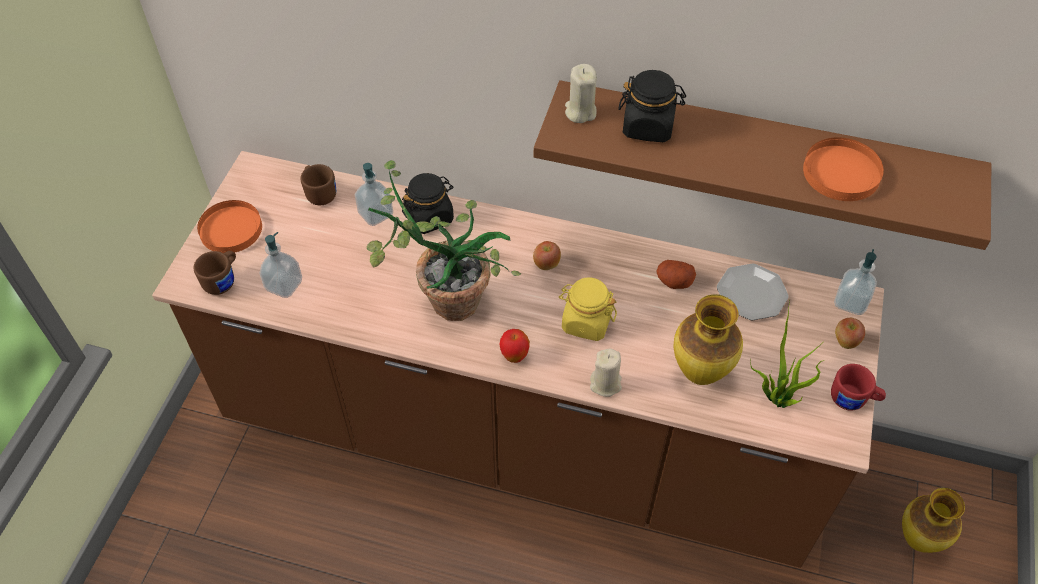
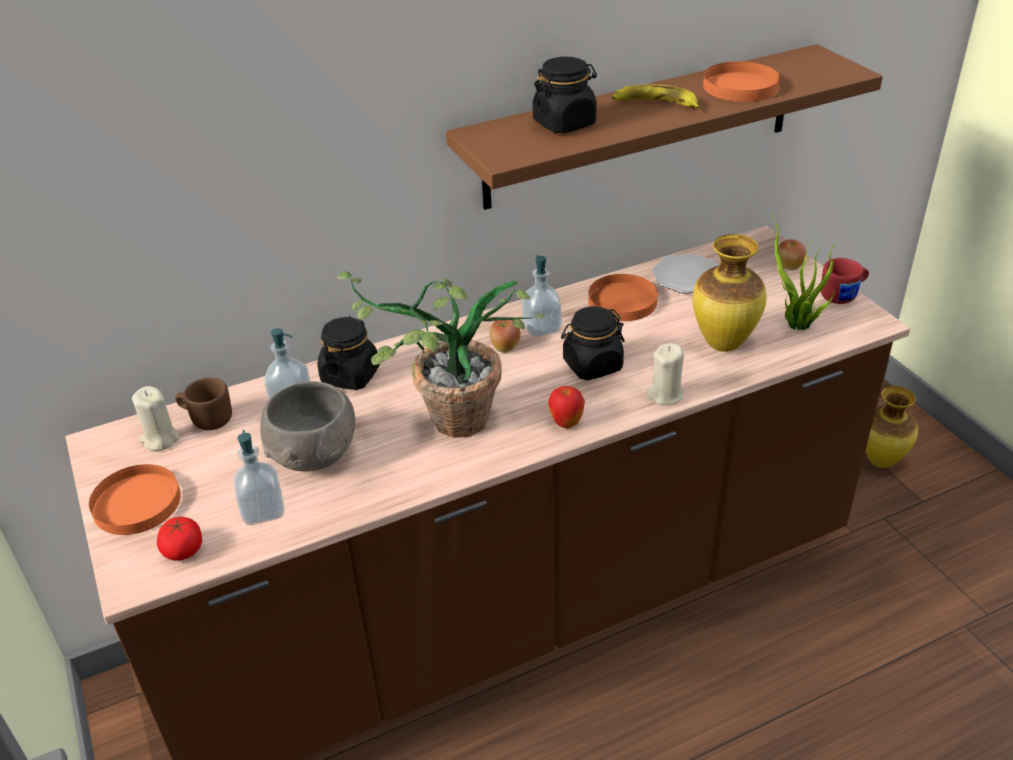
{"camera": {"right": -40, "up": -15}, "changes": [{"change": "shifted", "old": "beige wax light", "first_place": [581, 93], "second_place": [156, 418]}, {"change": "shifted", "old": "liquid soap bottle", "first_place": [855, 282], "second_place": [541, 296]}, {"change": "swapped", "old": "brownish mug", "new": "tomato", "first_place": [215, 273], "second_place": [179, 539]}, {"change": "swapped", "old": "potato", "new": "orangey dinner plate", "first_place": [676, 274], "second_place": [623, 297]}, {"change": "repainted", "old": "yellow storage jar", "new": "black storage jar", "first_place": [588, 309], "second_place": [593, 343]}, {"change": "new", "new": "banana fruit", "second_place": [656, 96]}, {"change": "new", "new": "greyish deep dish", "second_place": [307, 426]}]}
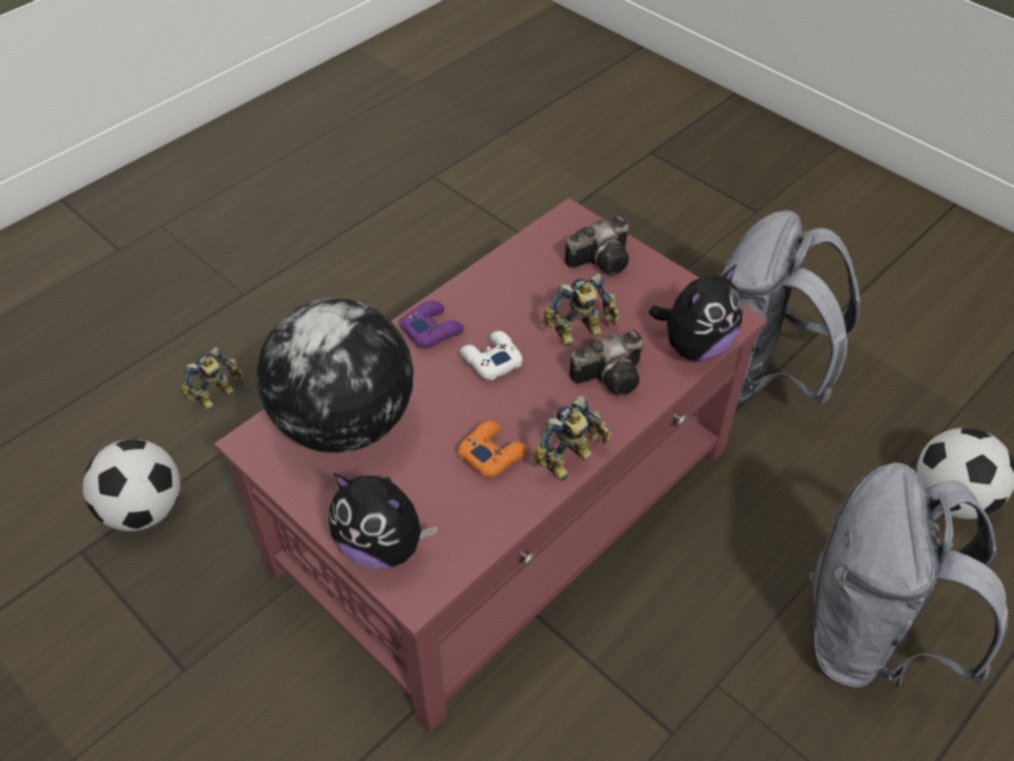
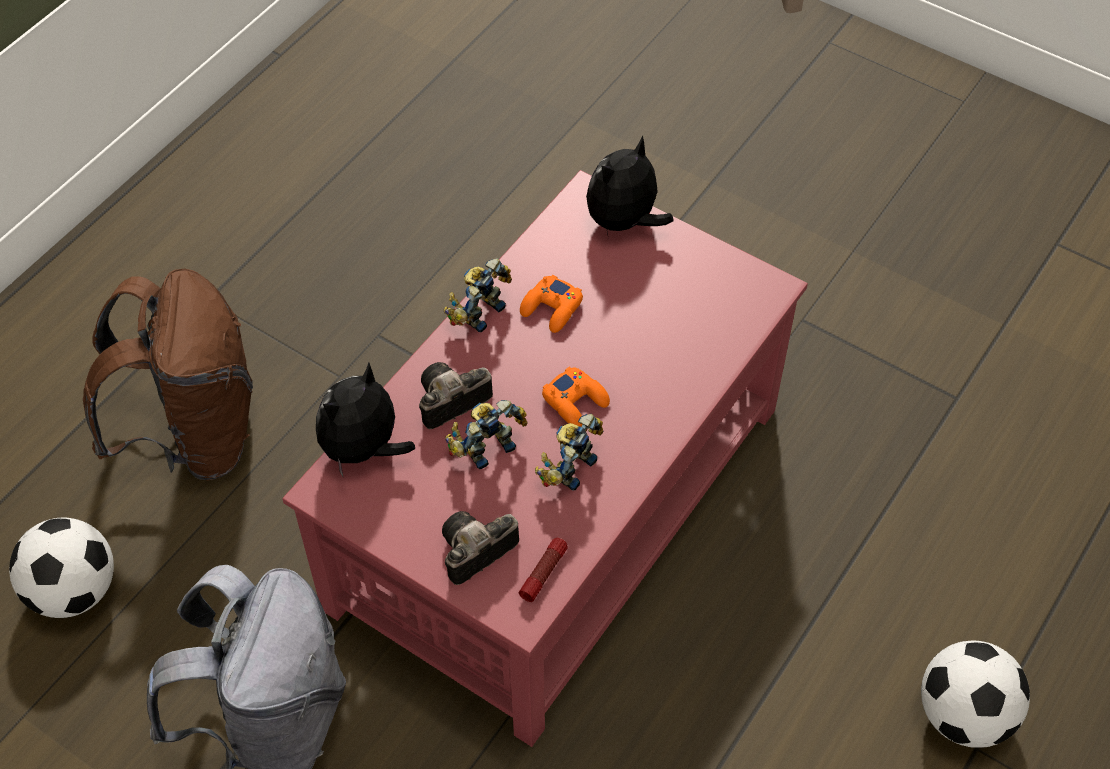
{"camera": {"right": 170, "up": 5}, "changes": [{"change": "gone", "old": "world globe", "first_place": [335, 375]}, {"change": "gone", "old": "purple-coloured gamepad", "first_place": [432, 324]}, {"change": "repainted", "old": "whitish gamepad", "new": "orangey gamepad", "first_place": [491, 355], "second_place": [576, 397]}, {"change": "shifted", "old": "model robot", "first_place": [213, 379], "second_place": [569, 452]}, {"change": "shifted", "old": "football ball", "first_place": [131, 485], "second_place": [975, 694]}, {"change": "repainted", "old": "greyish knapsack", "new": "brownish knapsack", "first_place": [908, 576], "second_place": [168, 375]}, {"change": "rotated", "old": "soft toy", "first_place": [383, 521], "second_place": [630, 187], "degrees": -60}, {"change": "new", "new": "hand torch", "second_place": [543, 570]}]}
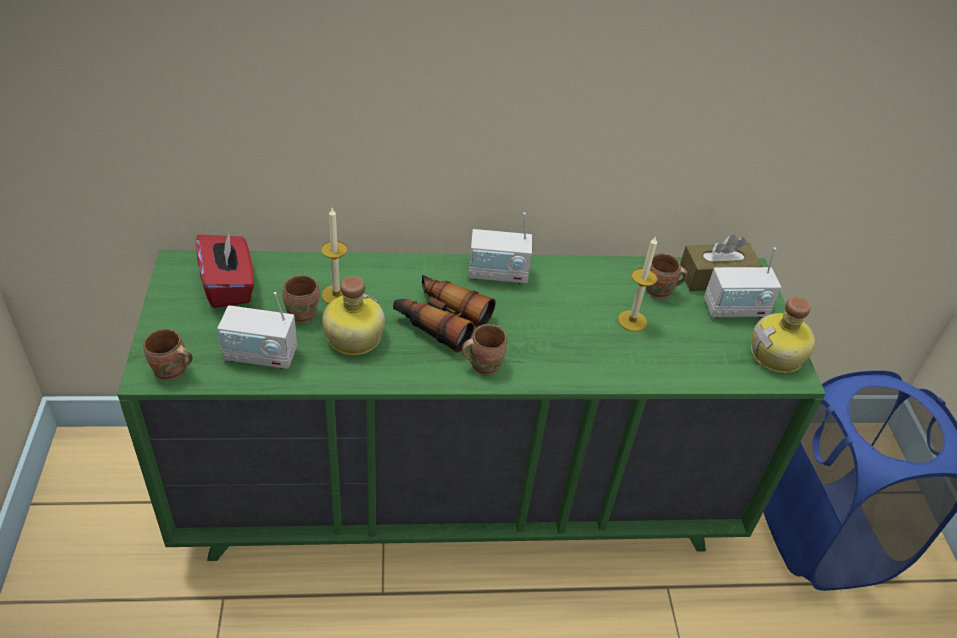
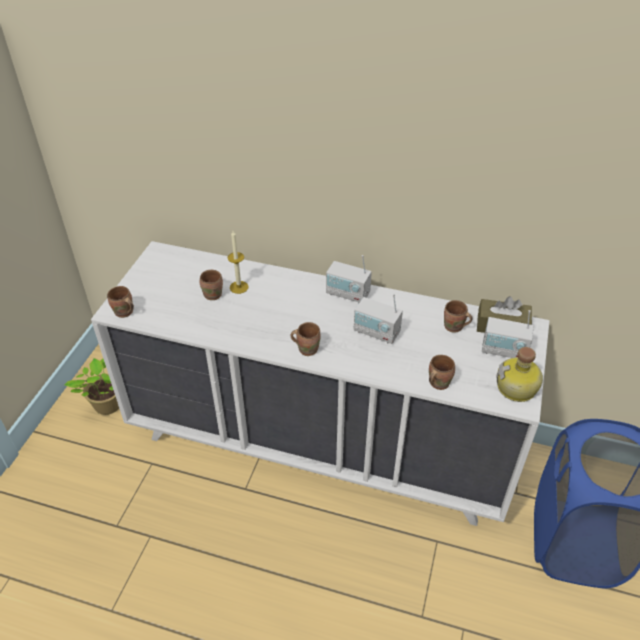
{"camera": {"right": 25, "up": 0}, "changes": [{"change": "gone", "old": "red tissue holder", "first_place": [225, 269]}, {"change": "gone", "old": "wax light", "first_place": [638, 283]}, {"change": "repainted", "old": "greenish drawer chest", "new": "whitish drawer chest", "first_place": [472, 405], "second_place": [320, 383]}, {"change": "gone", "old": "pair of binoculars", "first_place": [444, 314]}, {"change": "gone", "old": "drink bottle", "first_place": [353, 316]}, {"change": "shifted", "old": "radio", "first_place": [257, 330], "second_place": [378, 319]}, {"change": "new", "new": "brownish mug", "second_place": [442, 372]}, {"change": "new", "new": "plant in a pot", "second_place": [91, 386]}]}
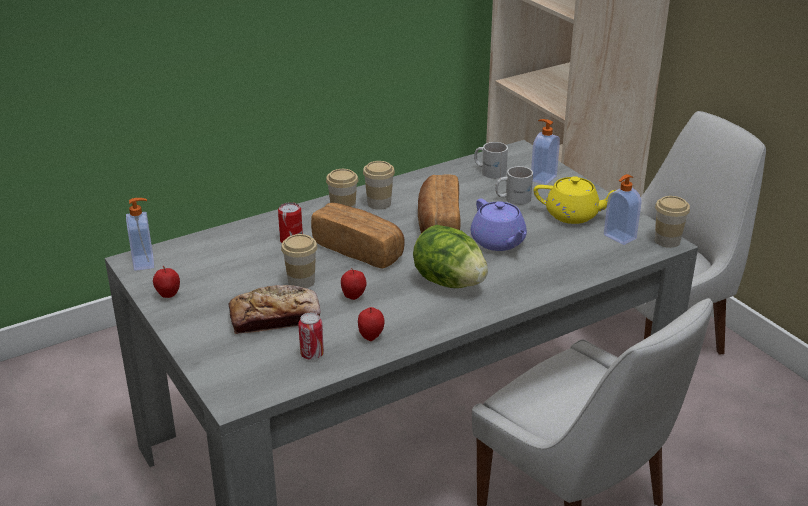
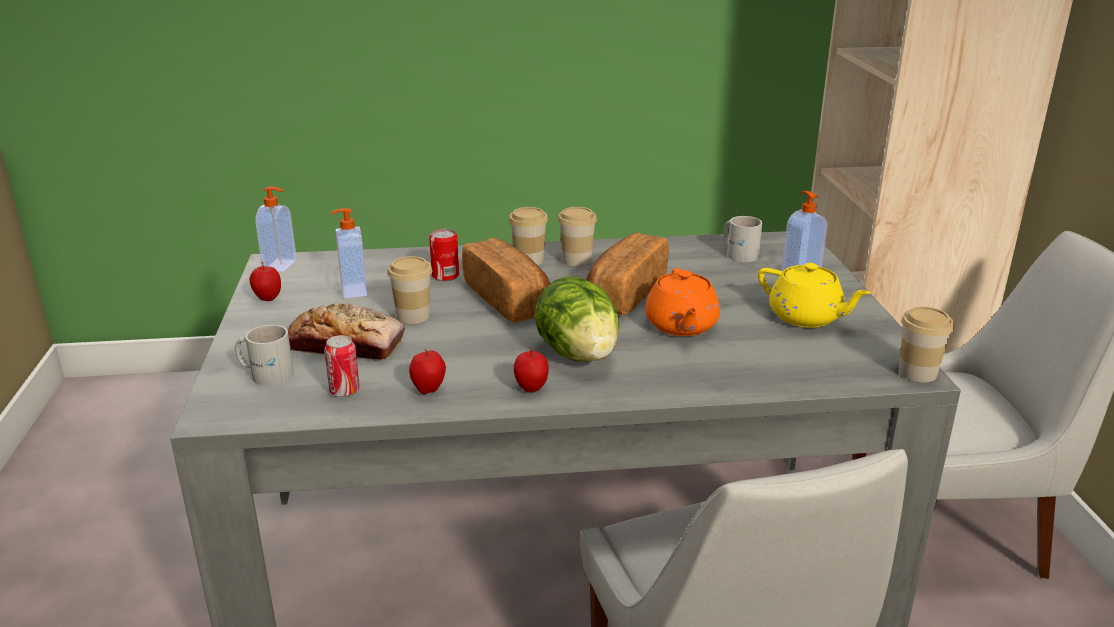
{"camera": {"right": 25, "up": -5}, "changes": [{"change": "shifted", "old": "whitish mug", "first_place": [514, 185], "second_place": [264, 355]}, {"change": "shifted", "old": "liquid soap bottle", "first_place": [623, 209], "second_place": [349, 253]}, {"change": "repainted", "old": "purple-coloured pot for tea", "new": "orangey pot for tea", "first_place": [499, 225], "second_place": [682, 302]}, {"change": "shifted", "old": "apple fruit", "first_place": [354, 284], "second_place": [531, 370]}]}
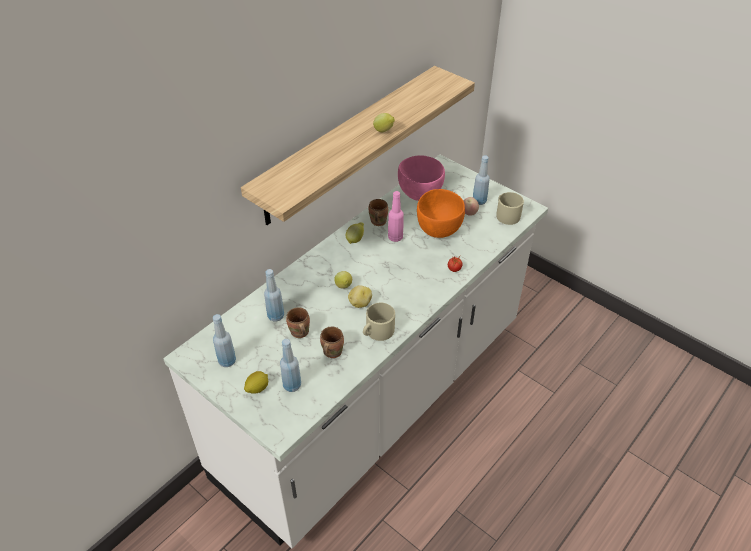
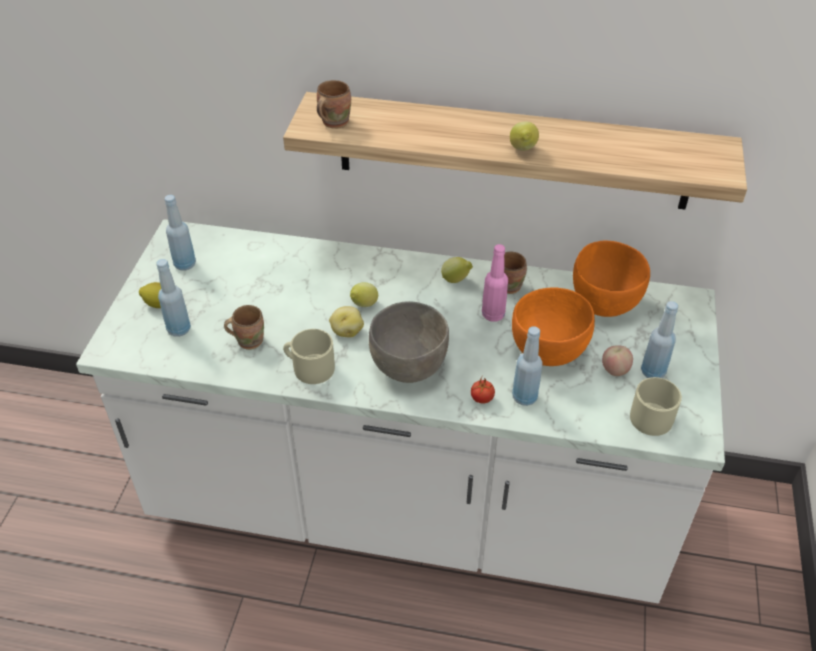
{"camera": {"right": 60, "up": 0}, "changes": [{"change": "repainted", "old": "pinkish deep dish", "new": "orangey deep dish", "first_place": [421, 178], "second_place": [611, 279]}, {"change": "shifted", "old": "bluish drink bottle", "first_place": [274, 295], "second_place": [527, 366]}, {"change": "shifted", "old": "brownish mug", "first_place": [298, 323], "second_place": [334, 104]}, {"change": "new", "new": "greyish deep dish", "second_place": [409, 342]}]}
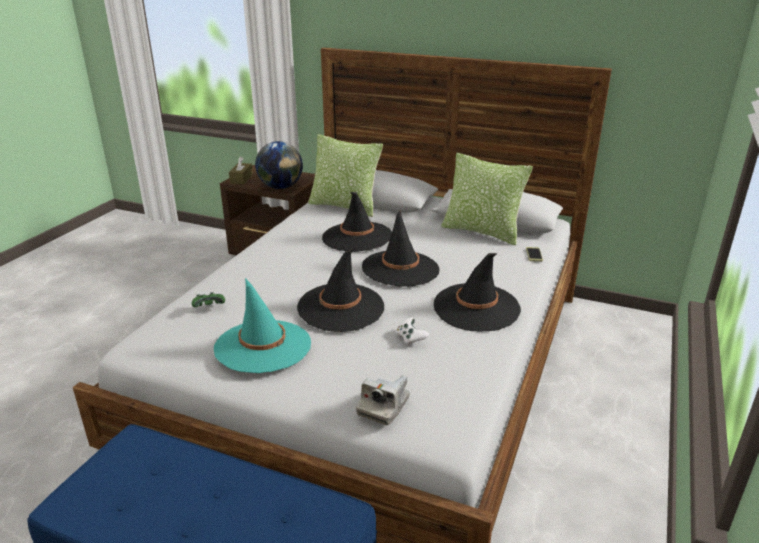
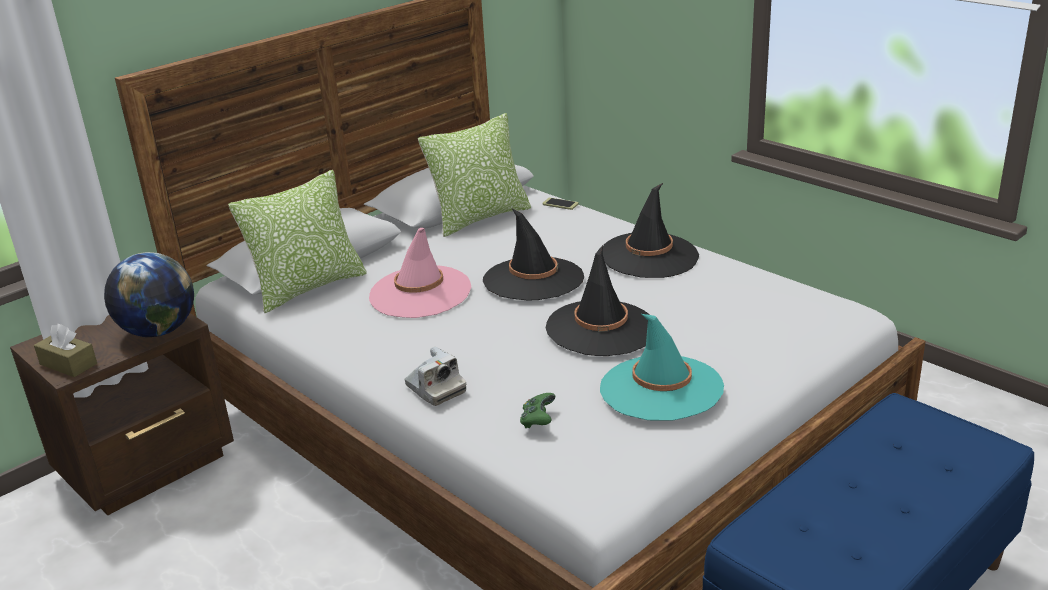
{"camera": {"right": -65, "up": 0}, "changes": [{"change": "repainted", "old": "black clothing hat", "new": "pinkish clothing hat", "first_place": [357, 222], "second_place": [420, 273]}, {"change": "gone", "old": "whitish gamepad", "first_place": [412, 331]}, {"change": "shifted", "old": "photo camera", "first_place": [383, 400], "second_place": [435, 376]}]}
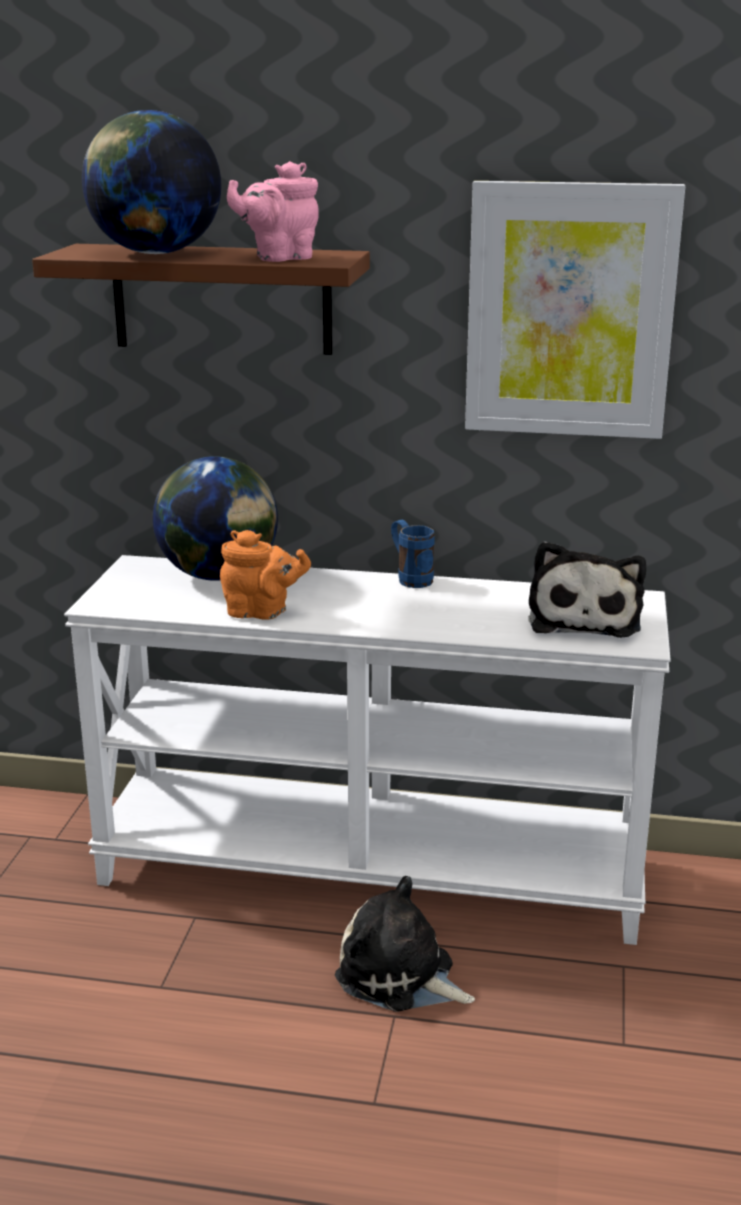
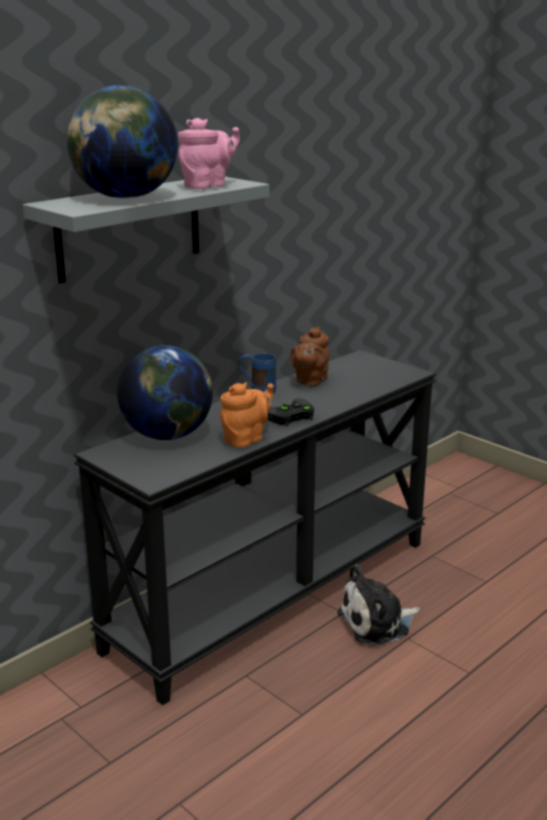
{"camera": {"right": -55, "up": 0}, "changes": [{"change": "rotated", "old": "pinkish pot for tea", "first_place": [273, 211], "second_place": [209, 153], "degrees": -135}, {"change": "gone", "old": "wall picture", "first_place": [575, 310]}, {"change": "repainted", "old": "brownish bracket shelf", "new": "greyish bracket shelf", "first_place": [201, 299], "second_place": [146, 230]}, {"change": "gone", "old": "soft toy", "first_place": [587, 589]}, {"change": "repainted", "old": "whitish hall table", "new": "black hall table", "first_place": [367, 750], "second_place": [255, 527]}, {"change": "new", "new": "brownish pot for tea", "second_place": [310, 356]}, {"change": "new", "new": "black gamepad", "second_place": [290, 412]}]}
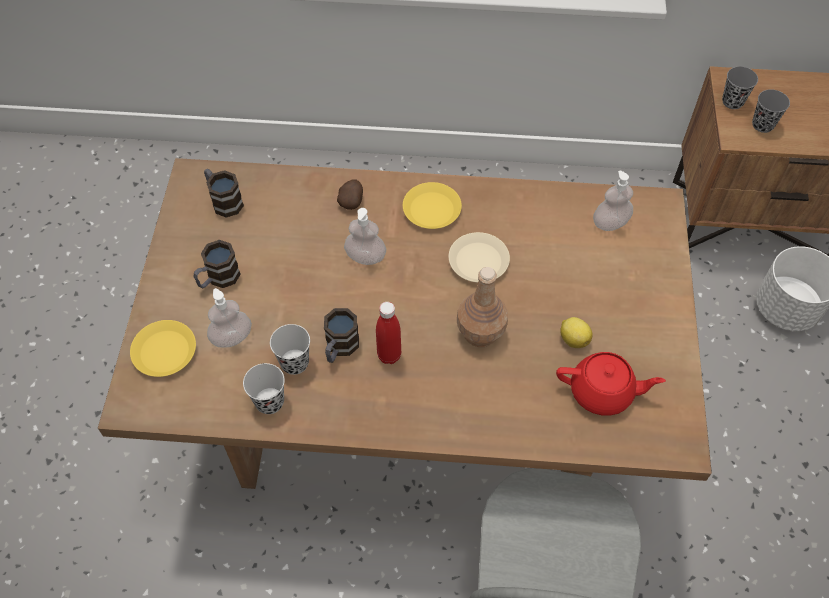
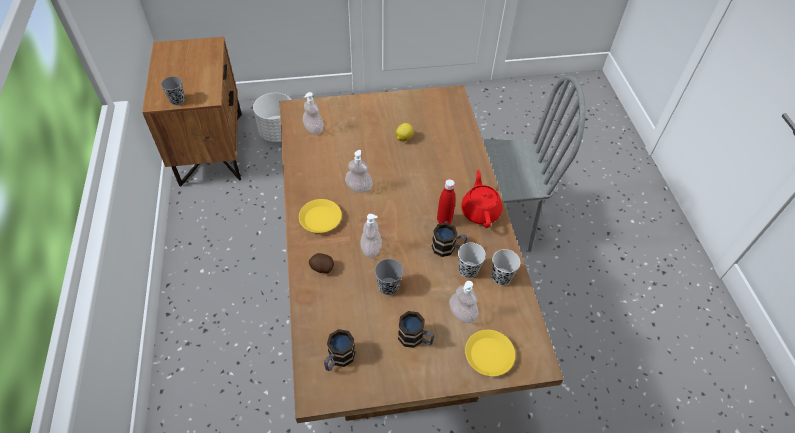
{"camera": {"right": -105, "up": -5}, "changes": [{"change": "shifted", "old": "greyish cup", "first_place": [771, 111], "second_place": [389, 277]}, {"change": "swapped", "old": "beige dinner plate", "new": "liquid soap bottle", "first_place": [479, 257], "second_place": [359, 171]}, {"change": "gone", "old": "brownish drink bottle", "first_place": [482, 307]}, {"change": "shifted", "old": "red pot for tea", "first_place": [611, 384], "second_place": [481, 199]}]}
